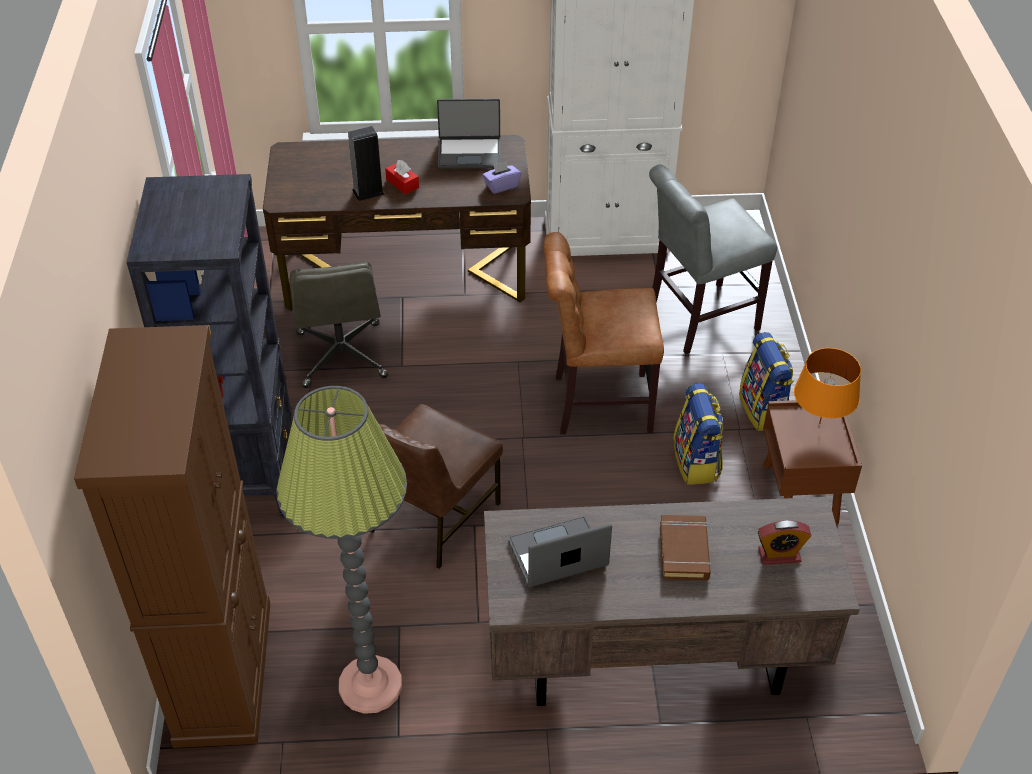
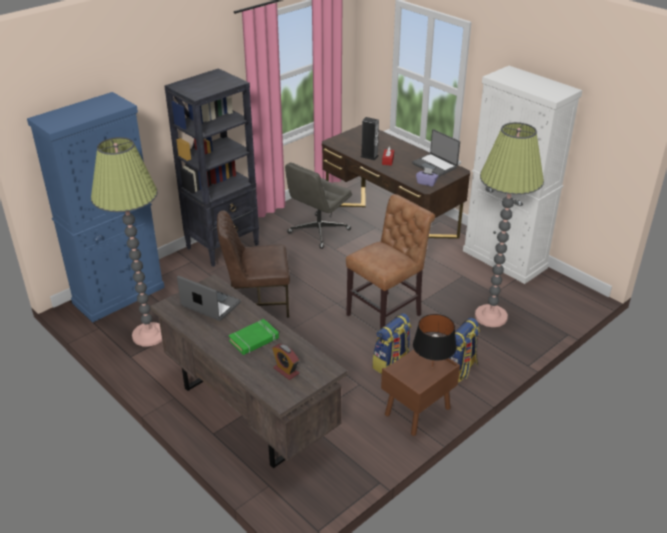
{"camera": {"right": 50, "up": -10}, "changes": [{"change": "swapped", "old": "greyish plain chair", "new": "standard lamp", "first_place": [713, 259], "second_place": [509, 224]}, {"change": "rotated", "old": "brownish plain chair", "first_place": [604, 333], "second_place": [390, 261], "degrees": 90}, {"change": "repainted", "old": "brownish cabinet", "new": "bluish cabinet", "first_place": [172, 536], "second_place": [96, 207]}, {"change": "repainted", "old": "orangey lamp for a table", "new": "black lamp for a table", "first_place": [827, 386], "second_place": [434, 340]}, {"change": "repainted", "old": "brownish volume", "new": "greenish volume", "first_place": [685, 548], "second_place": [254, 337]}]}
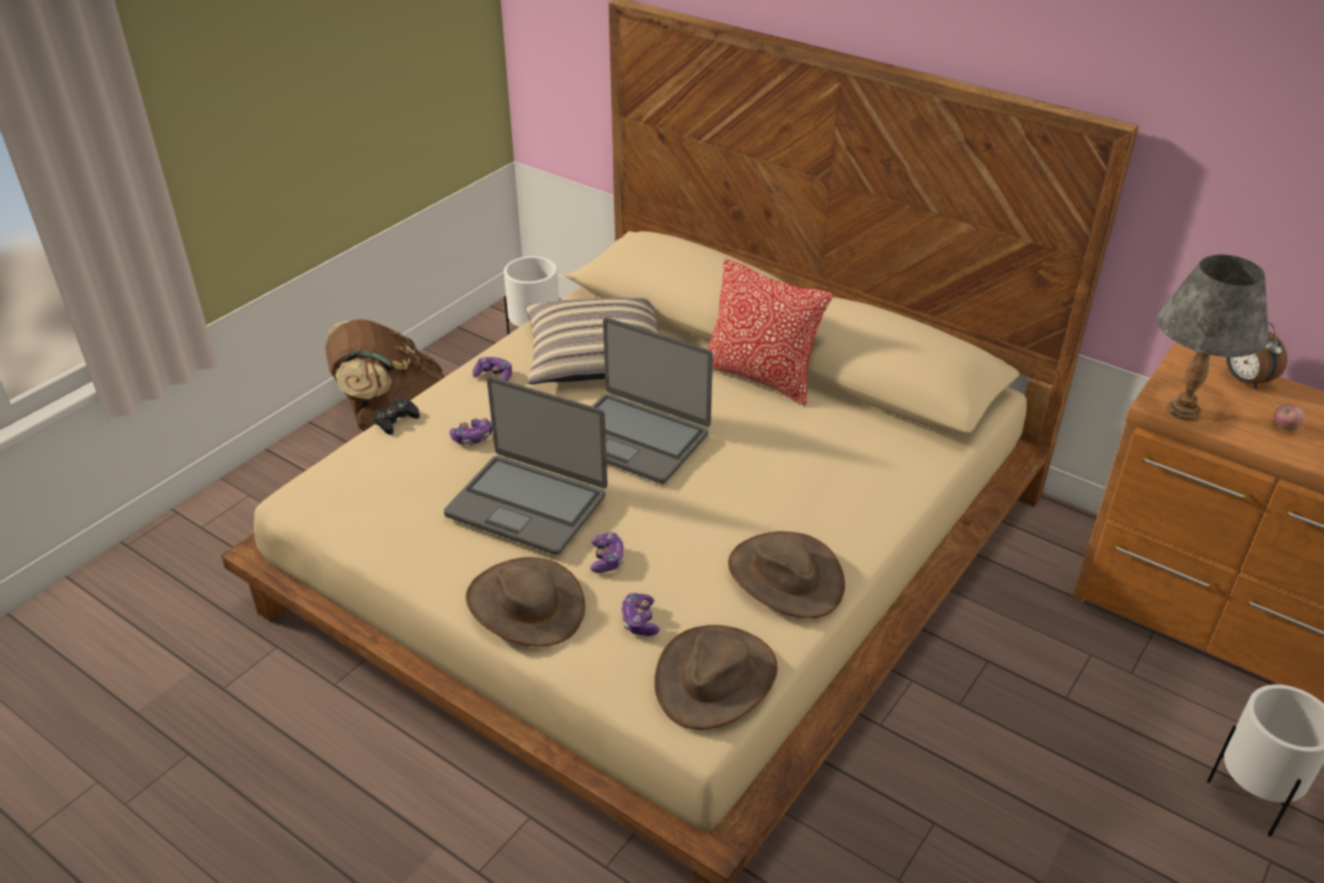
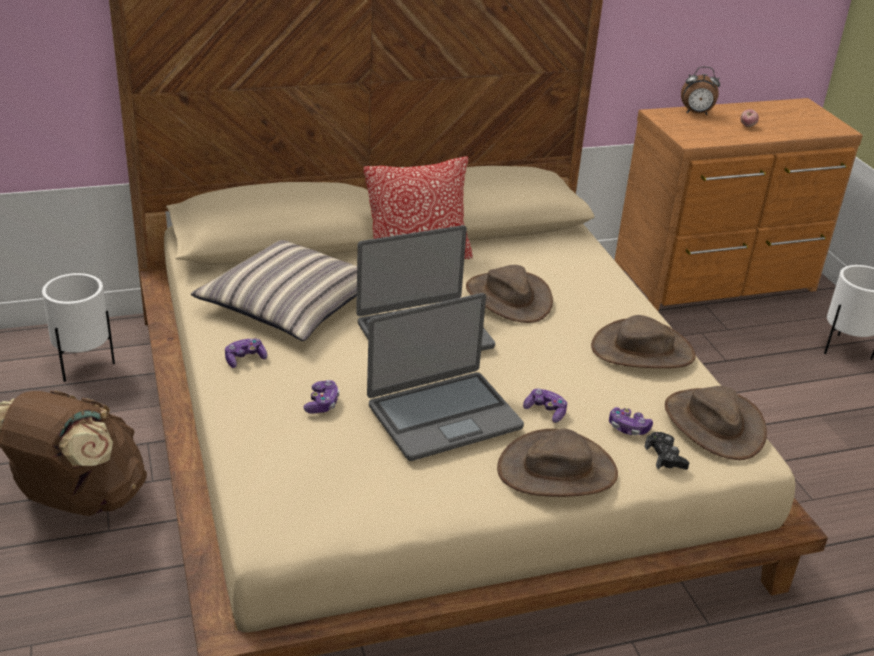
{"camera": {"right": -55, "up": -5}, "changes": [{"change": "gone", "old": "greyish lamp for a table", "first_place": [1213, 337]}, {"change": "shifted", "old": "black gamepad", "first_place": [396, 416], "second_place": [666, 451]}, {"change": "new", "new": "brownish clothing hat", "second_place": [509, 294]}]}
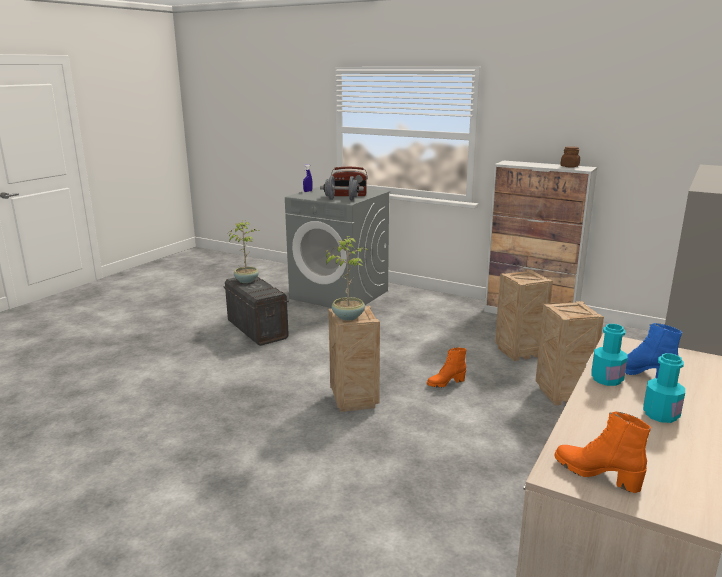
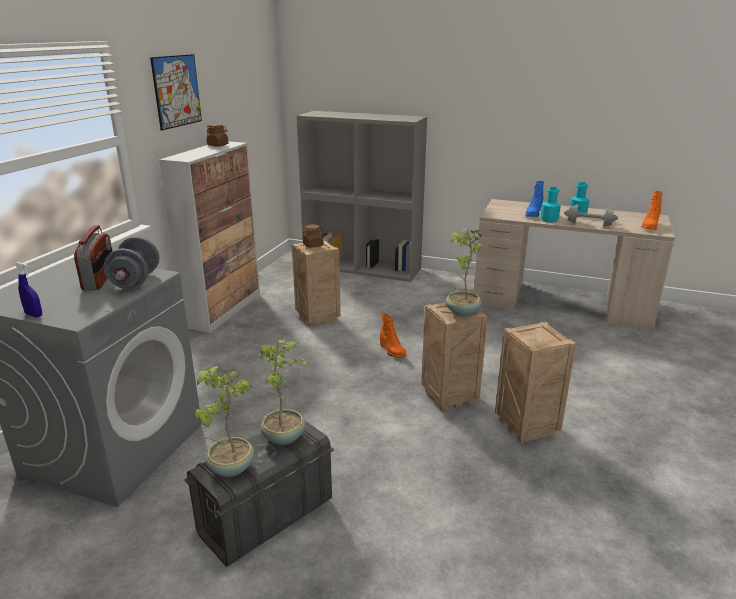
{"camera": {"right": -100, "up": 5}, "changes": [{"change": "shifted", "old": "shipping crate", "first_place": [569, 353], "second_place": [535, 382]}, {"change": "new", "new": "wall picture", "second_place": [176, 92]}, {"change": "new", "new": "greyish free weight", "second_place": [591, 216]}, {"change": "new", "new": "brownish storage jar", "second_place": [313, 236]}, {"change": "new", "new": "plant in a pot", "second_place": [284, 392]}]}
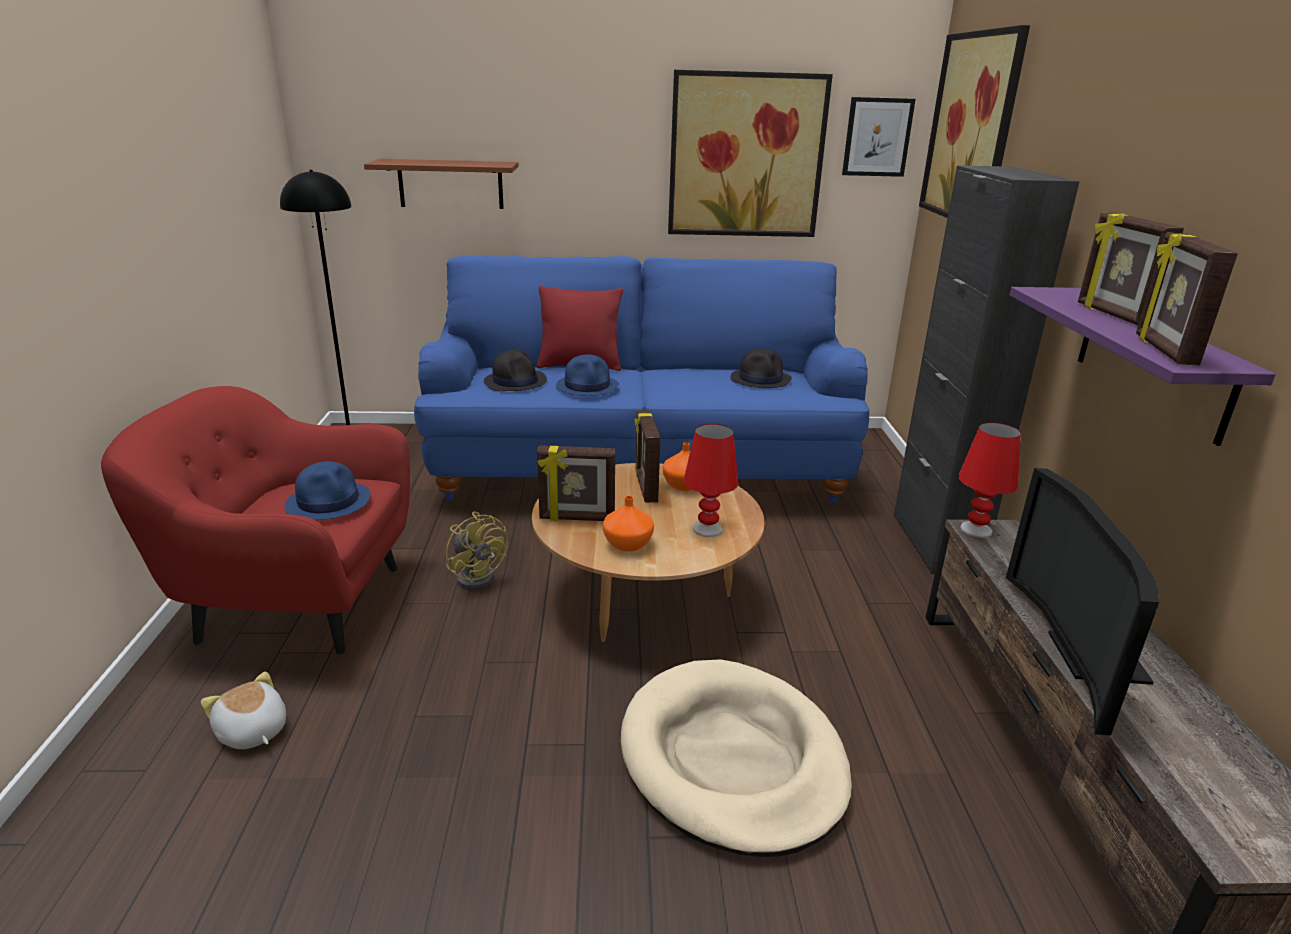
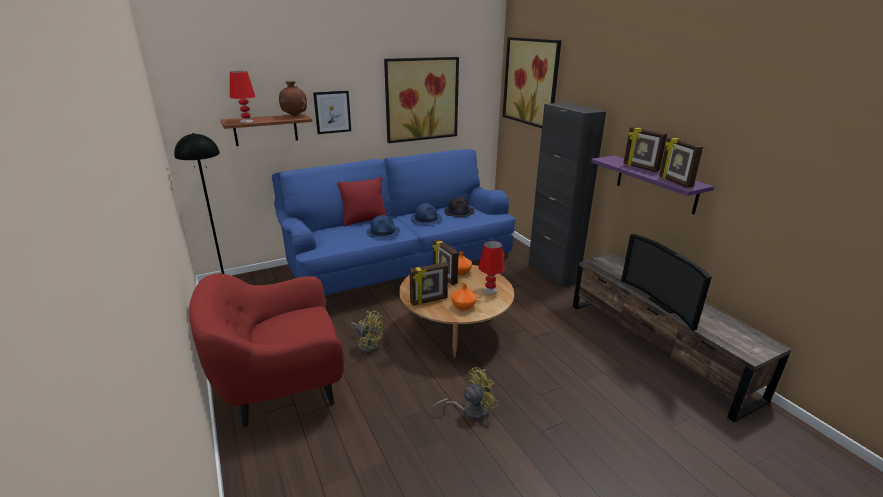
{"camera": {"right": -25, "up": 0}, "changes": [{"change": "shifted", "old": "wall picture", "first_place": [879, 137], "second_place": [332, 112]}, {"change": "gone", "old": "black clothing hat", "first_place": [515, 370]}, {"change": "shifted", "old": "red lamp for a table", "first_place": [989, 480], "second_place": [243, 97]}, {"change": "shifted", "old": "bluish clothing hat", "first_place": [328, 490], "second_place": [426, 214]}, {"change": "gone", "old": "beige pet bed", "first_place": [736, 758]}, {"change": "gone", "old": "soft toy", "first_place": [243, 710]}, {"change": "new", "new": "brownish decorative vase", "second_place": [293, 98]}, {"change": "new", "new": "yellow cooling fan", "second_place": [465, 393]}]}
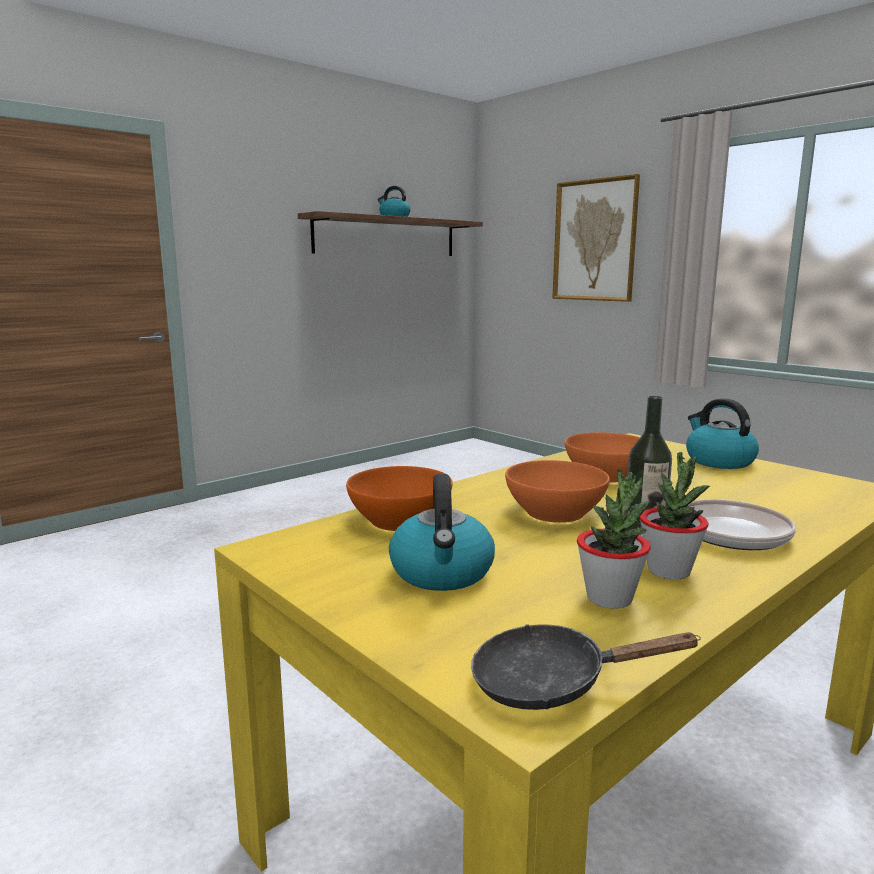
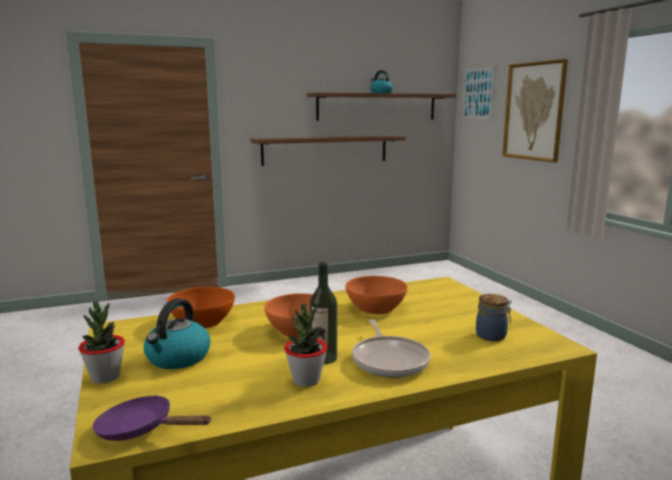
{"camera": {"right": 20, "up": 0}, "changes": [{"change": "gone", "old": "kettle", "first_place": [722, 433]}, {"change": "shifted", "old": "plant in a pot", "first_place": [614, 539], "second_place": [101, 342]}, {"change": "repainted", "old": "black frying pan", "new": "purple-coloured frying pan", "first_place": [586, 667], "second_place": [151, 418]}, {"change": "new", "new": "wall picture", "second_place": [478, 92]}, {"change": "new", "new": "bracket shelf", "second_place": [328, 151]}, {"change": "new", "new": "storage jar", "second_place": [494, 317]}]}
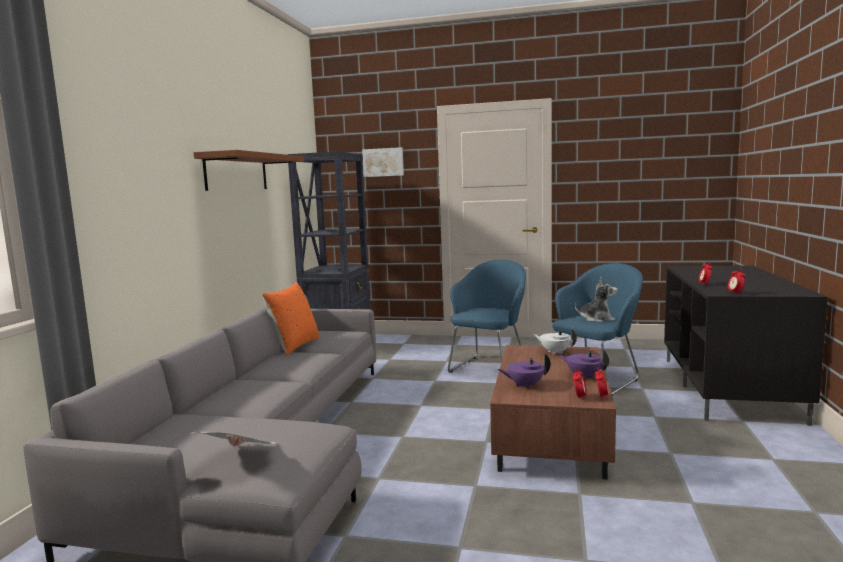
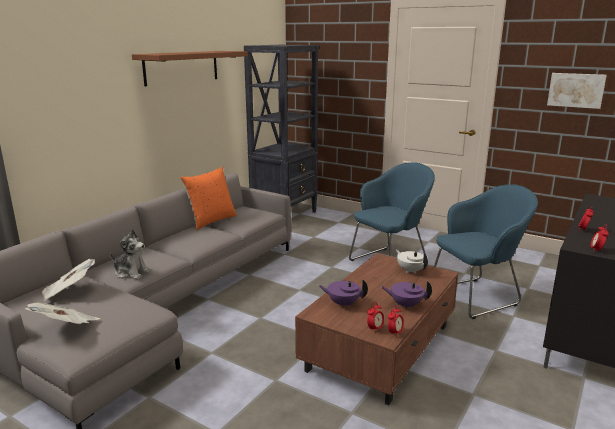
{"camera": {"right": 20, "up": 10}, "changes": [{"change": "shifted", "old": "wall picture", "first_place": [383, 162], "second_place": [577, 91]}, {"change": "shifted", "old": "soft toy", "first_place": [596, 299], "second_place": [130, 254]}, {"change": "rotated", "old": "purple-coloured pot for tea", "first_place": [584, 363], "second_place": [407, 295], "degrees": -45}, {"change": "new", "new": "daily paper", "second_place": [68, 280]}]}
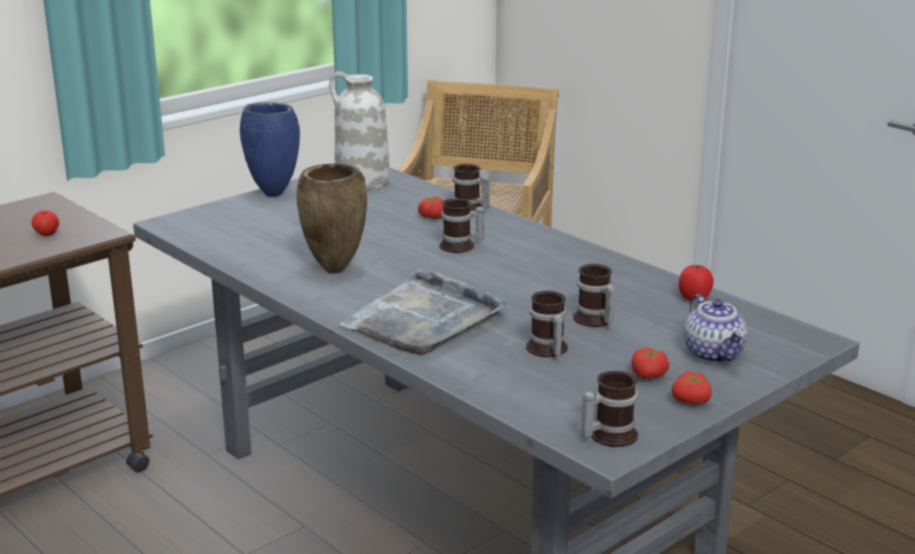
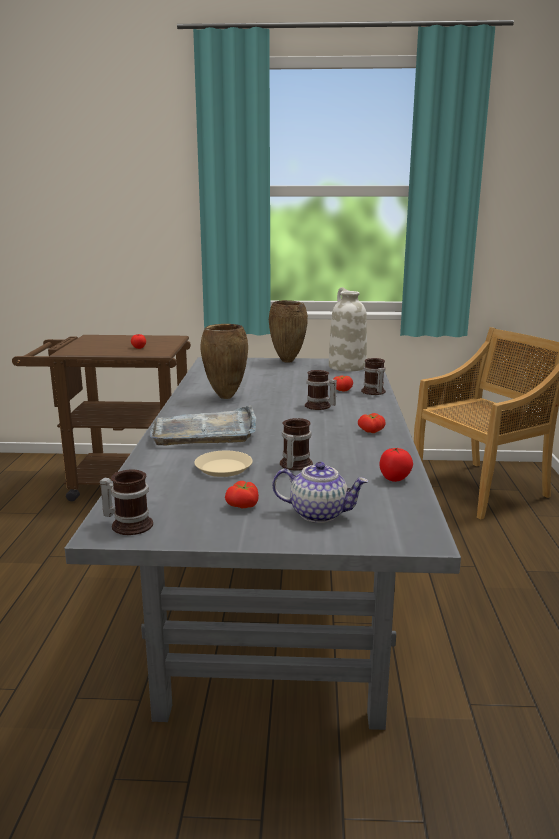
{"camera": {"right": 45, "up": -5}, "changes": [{"change": "repainted", "old": "bluish decorative vase", "new": "brownish decorative vase", "first_place": [270, 149], "second_place": [288, 331]}, {"change": "swapped", "old": "mug", "new": "beige dinner plate", "first_place": [547, 324], "second_place": [223, 464]}, {"change": "rotated", "old": "pot for tea", "first_place": [715, 328], "second_place": [320, 492], "degrees": -105}, {"change": "shifted", "old": "tomato", "first_place": [691, 388], "second_place": [372, 423]}]}
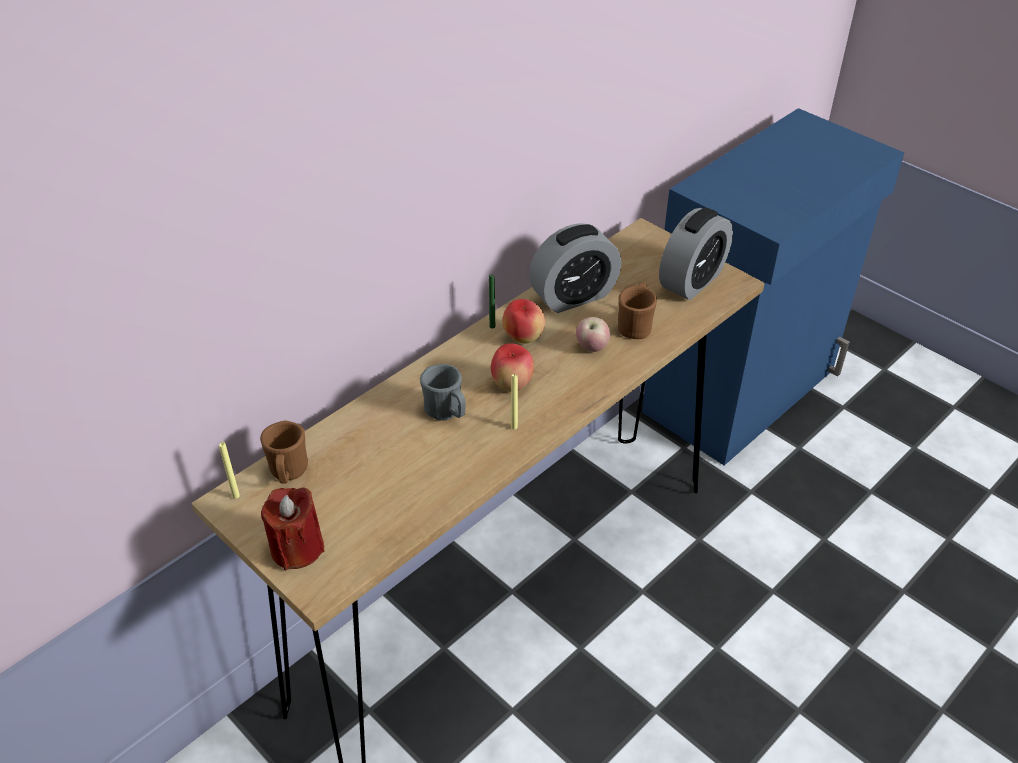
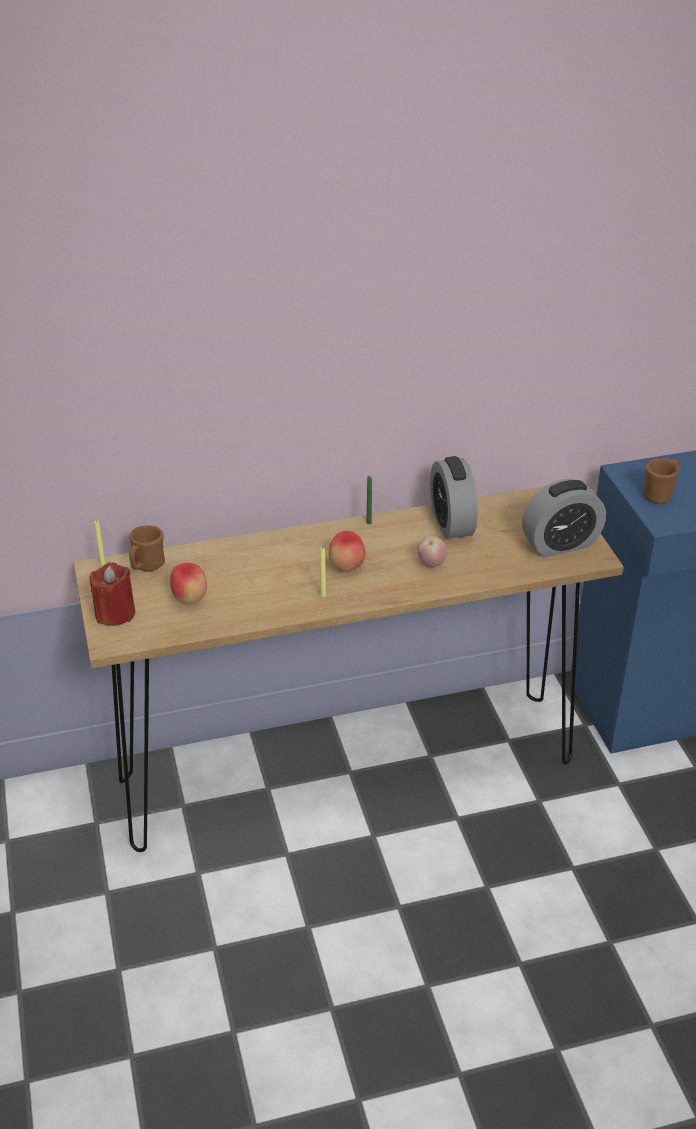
{"camera": {"right": 30, "up": -5}, "changes": [{"change": "rotated", "old": "bedside clock", "first_place": [575, 268], "second_place": [454, 497], "degrees": 75}, {"change": "shifted", "old": "brownish mug", "first_place": [637, 311], "second_place": [661, 481]}, {"change": "shifted", "old": "apple fruit", "first_place": [524, 321], "second_place": [188, 583]}, {"change": "gone", "old": "greyish mug", "first_place": [443, 392]}]}
